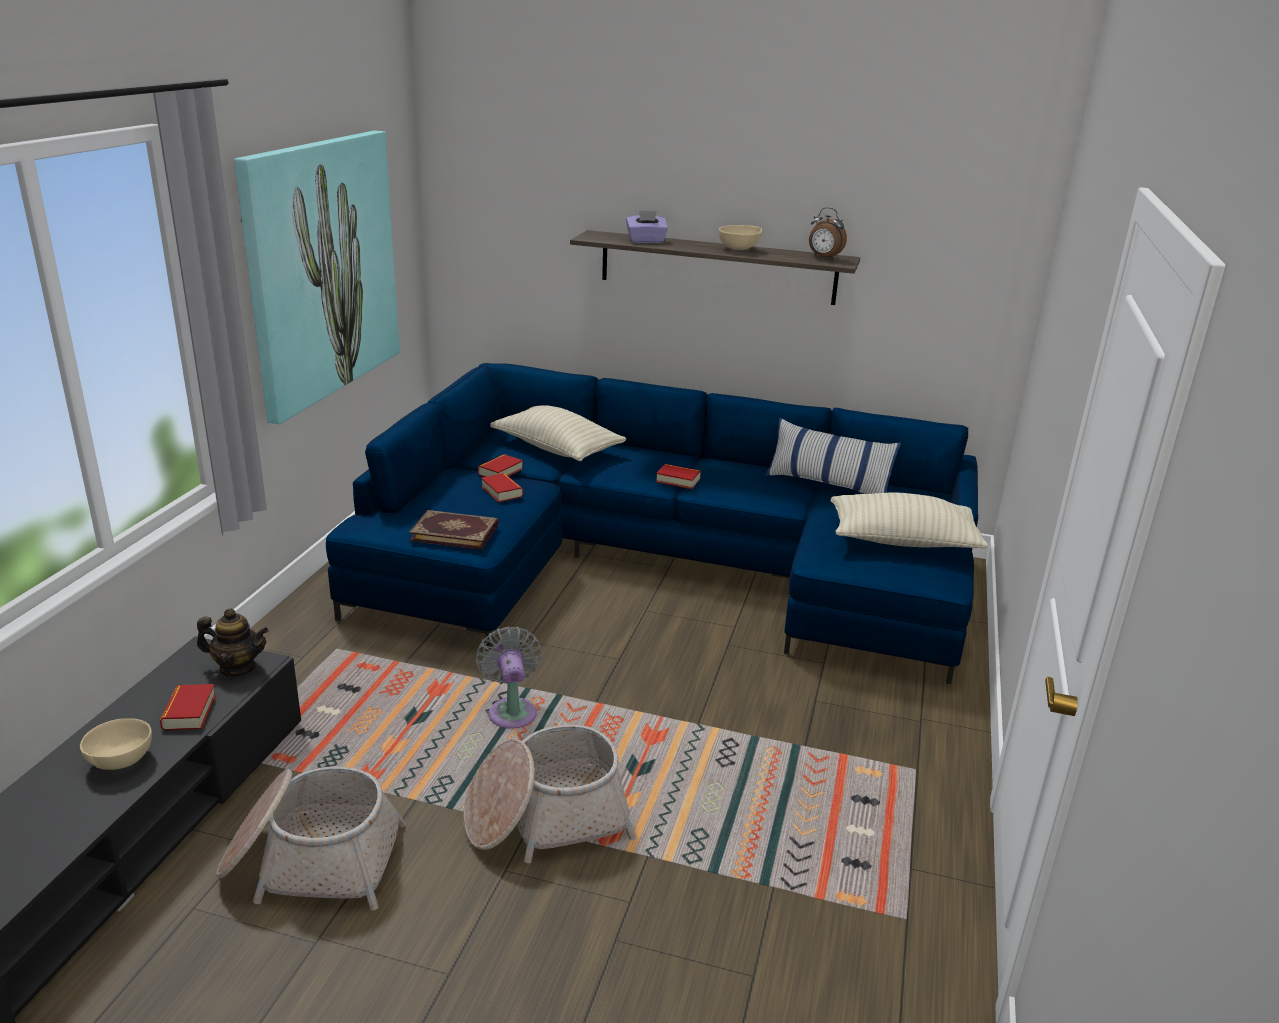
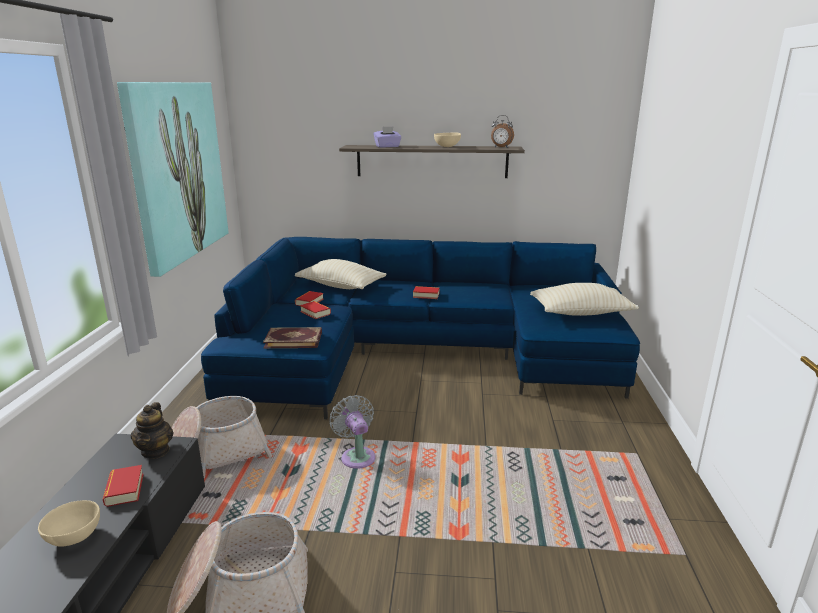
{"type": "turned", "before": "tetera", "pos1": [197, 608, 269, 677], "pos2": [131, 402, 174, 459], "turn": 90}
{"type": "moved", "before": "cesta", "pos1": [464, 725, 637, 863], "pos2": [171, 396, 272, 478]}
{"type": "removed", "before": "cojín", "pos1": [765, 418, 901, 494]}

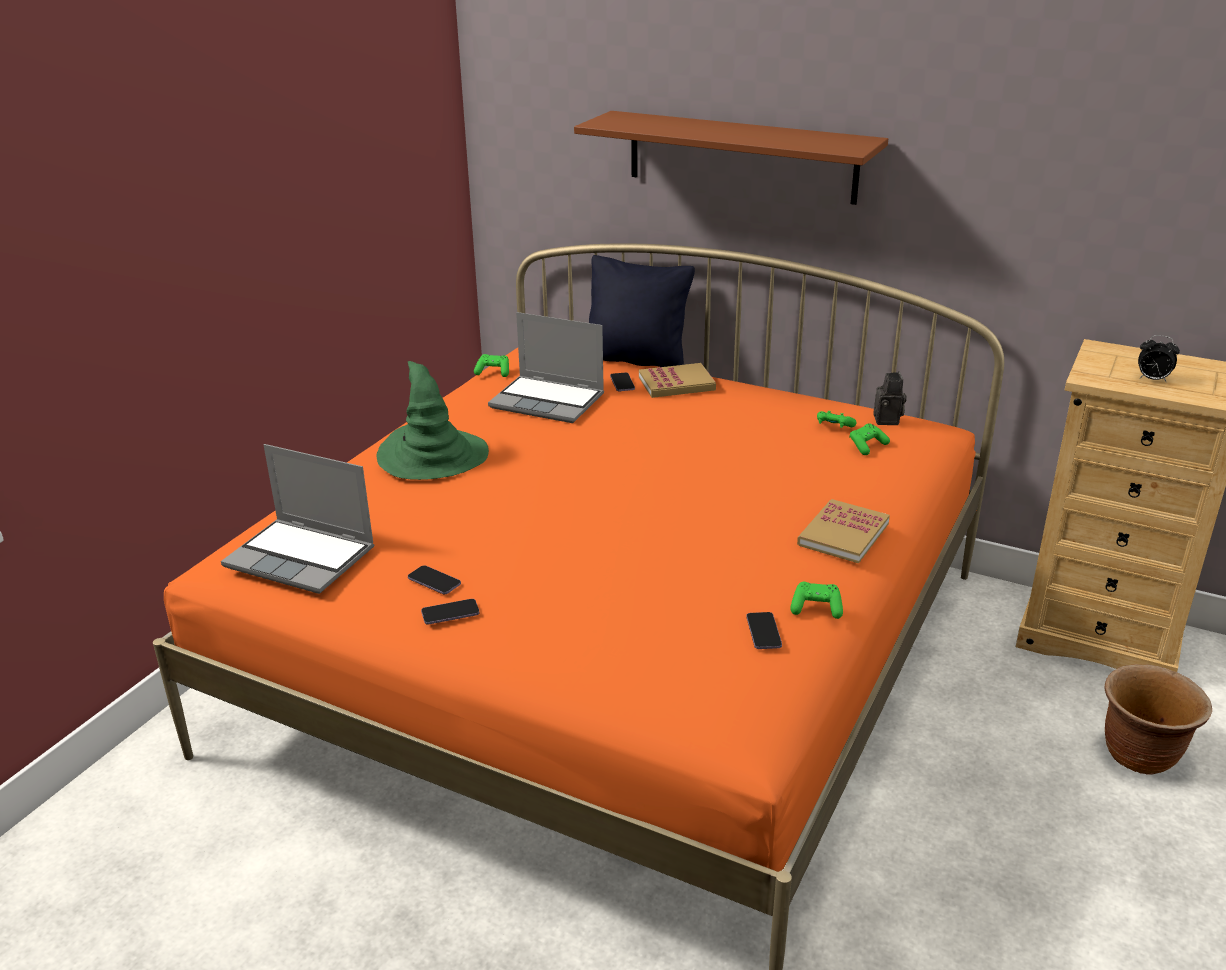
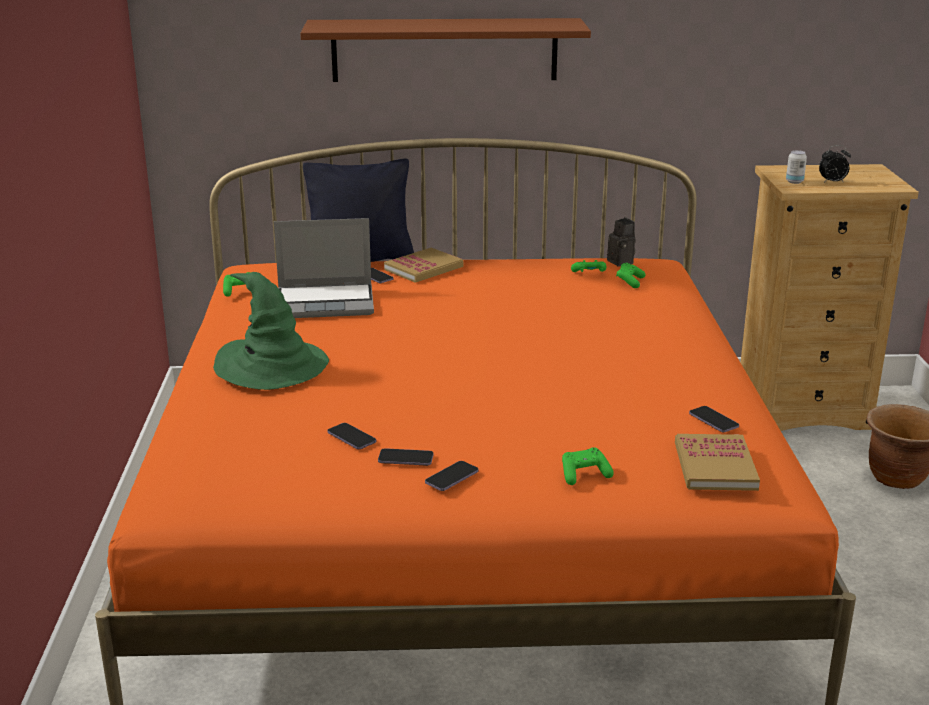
{"type": "added", "after": "móvil", "pos2": [327, 423, 376, 449]}
{"type": "moved", "before": "mando de consola [verde]", "pos1": [790, 582, 843, 619], "pos2": [562, 447, 614, 485]}
{"type": "moved", "before": "libro", "pos1": [797, 499, 890, 564], "pos2": [675, 434, 760, 491]}
{"type": "added", "after": "lata", "pos2": [786, 150, 807, 184]}
{"type": "removed", "before": "portátil", "pos1": [221, 444, 374, 594]}

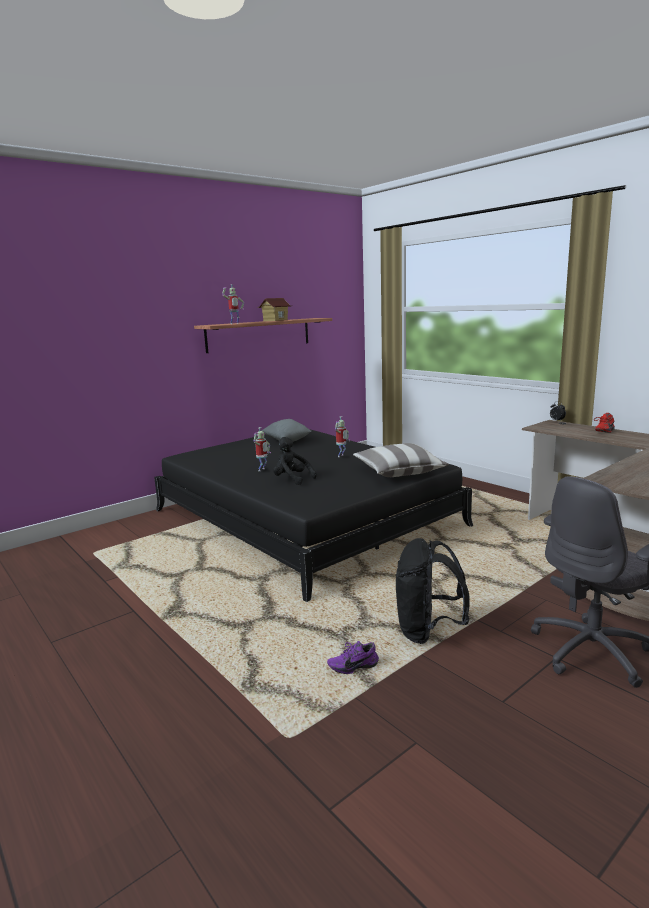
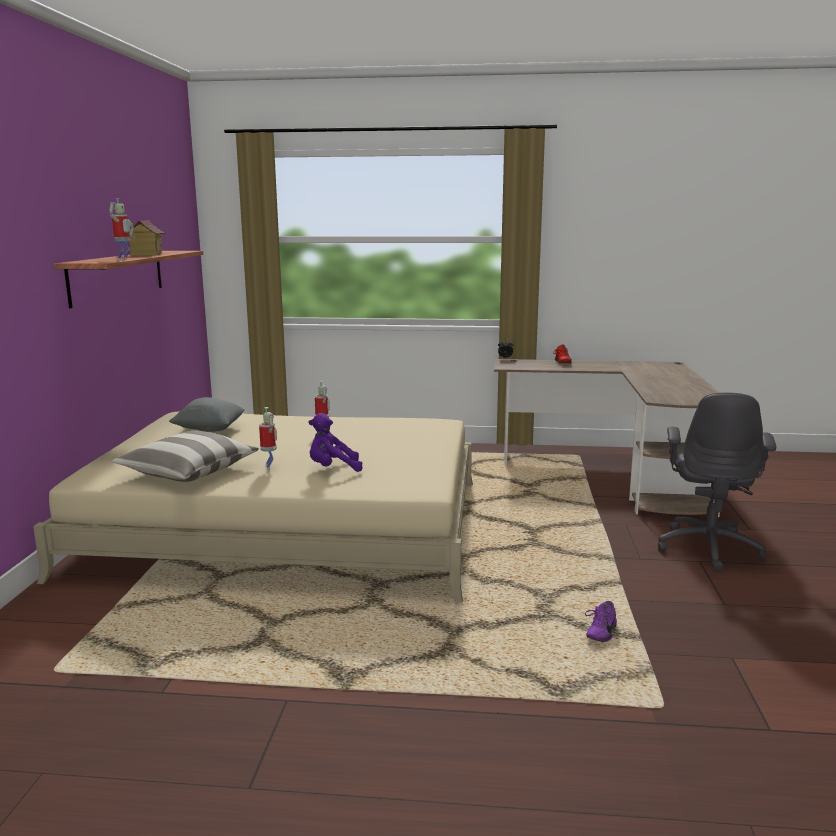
{"type": "recoloured", "before": "cama [negro]", "after": "cama [beis]", "pos1": [154, 429, 474, 602], "pos2": [33, 412, 473, 603]}
{"type": "moved", "before": "cojín", "pos1": [353, 443, 449, 477], "pos2": [112, 431, 259, 482]}
{"type": "recoloured", "before": "peluche [negro]", "after": "peluche [morado]", "pos1": [273, 437, 317, 485], "pos2": [309, 413, 363, 472]}
{"type": "removed", "before": "mochila [negro]", "pos1": [396, 538, 469, 644]}

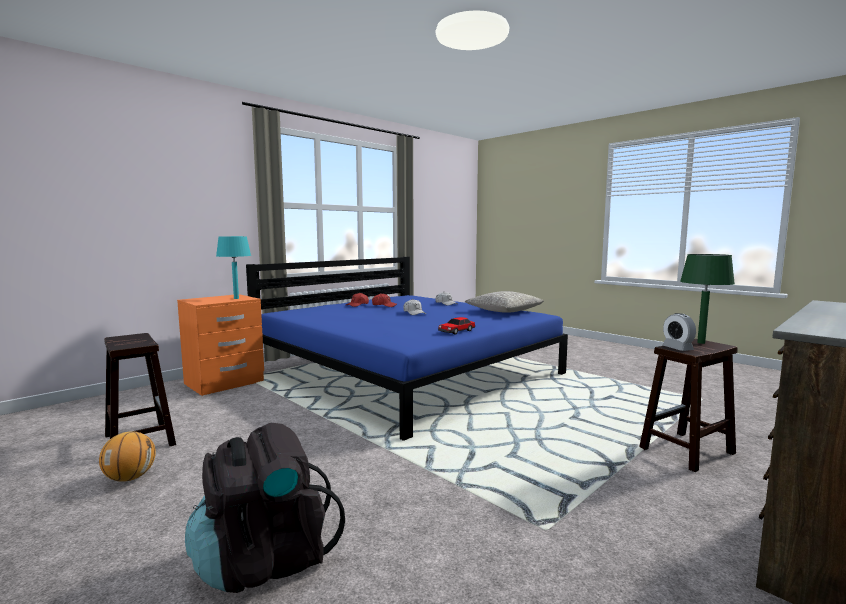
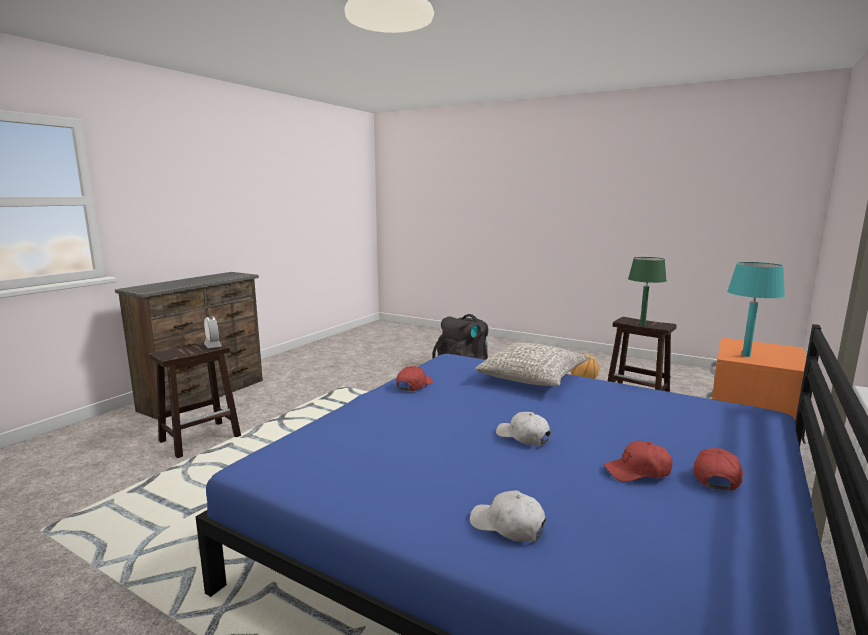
{"type": "replaced", "before": "coche de juguete", "after": "gorra [rojo]", "pos1": [438, 317, 475, 335], "pos2": [397, 366, 433, 391]}
{"type": "moved", "before": "cojín [gris]", "pos1": [465, 291, 544, 313], "pos2": [475, 342, 589, 386]}
{"type": "moved", "before": "lámpara de mesa [verde]", "pos1": [680, 254, 735, 344], "pos2": [628, 257, 667, 326]}

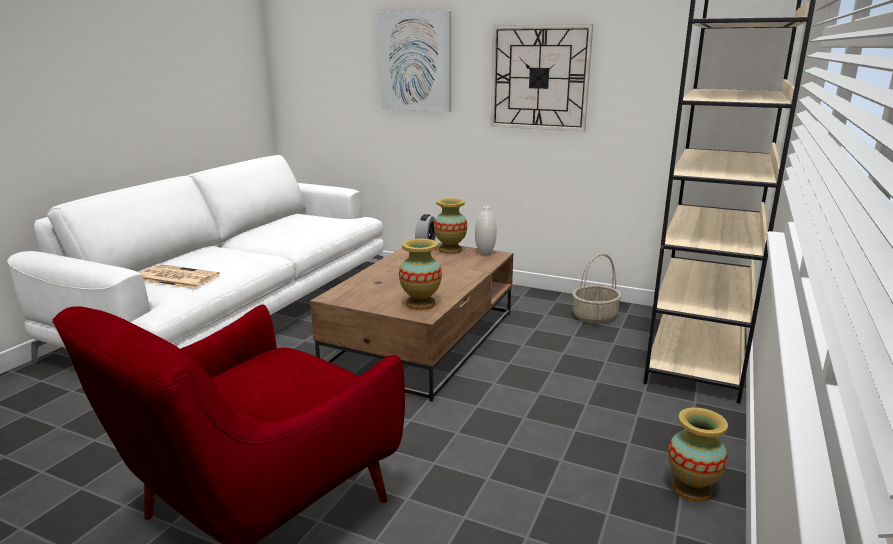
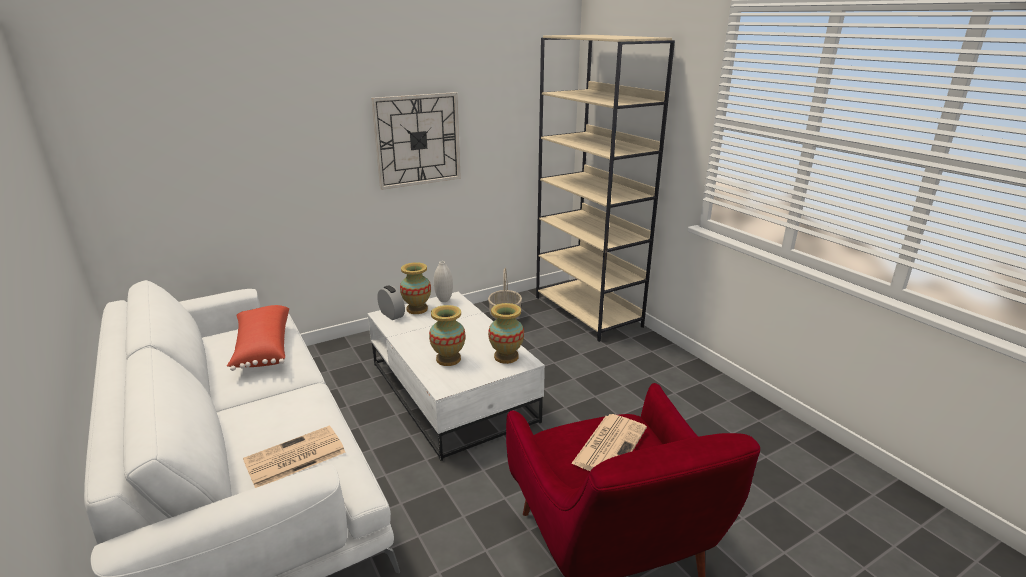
{"type": "added", "after": "cojín [rojo]", "pos2": [227, 305, 289, 371]}
{"type": "recoloured", "before": "mesa de centro [marrón]", "after": "mesa de centro [blanco]", "pos1": [310, 243, 513, 402], "pos2": [368, 292, 545, 461]}
{"type": "moved", "before": "florero", "pos1": [668, 407, 728, 502], "pos2": [429, 305, 465, 366]}
{"type": "added", "after": "periódico", "pos2": [571, 414, 647, 471]}
{"type": "removed", "before": "cuadro", "pos1": [378, 11, 451, 112]}

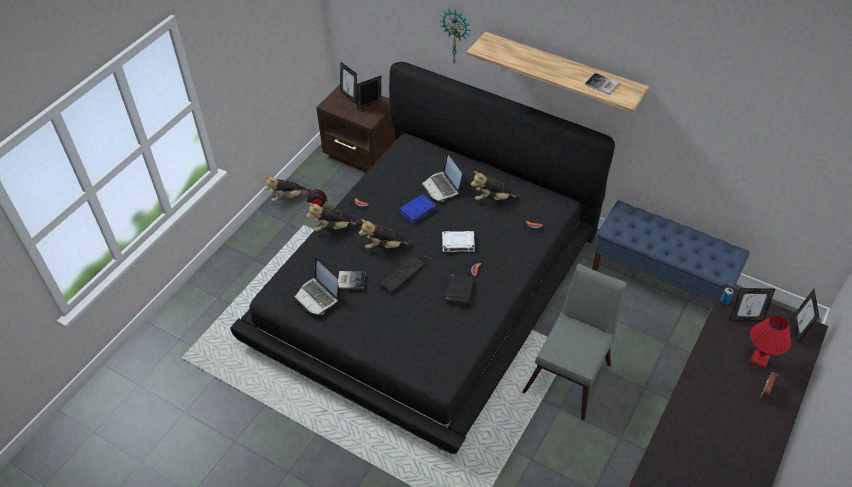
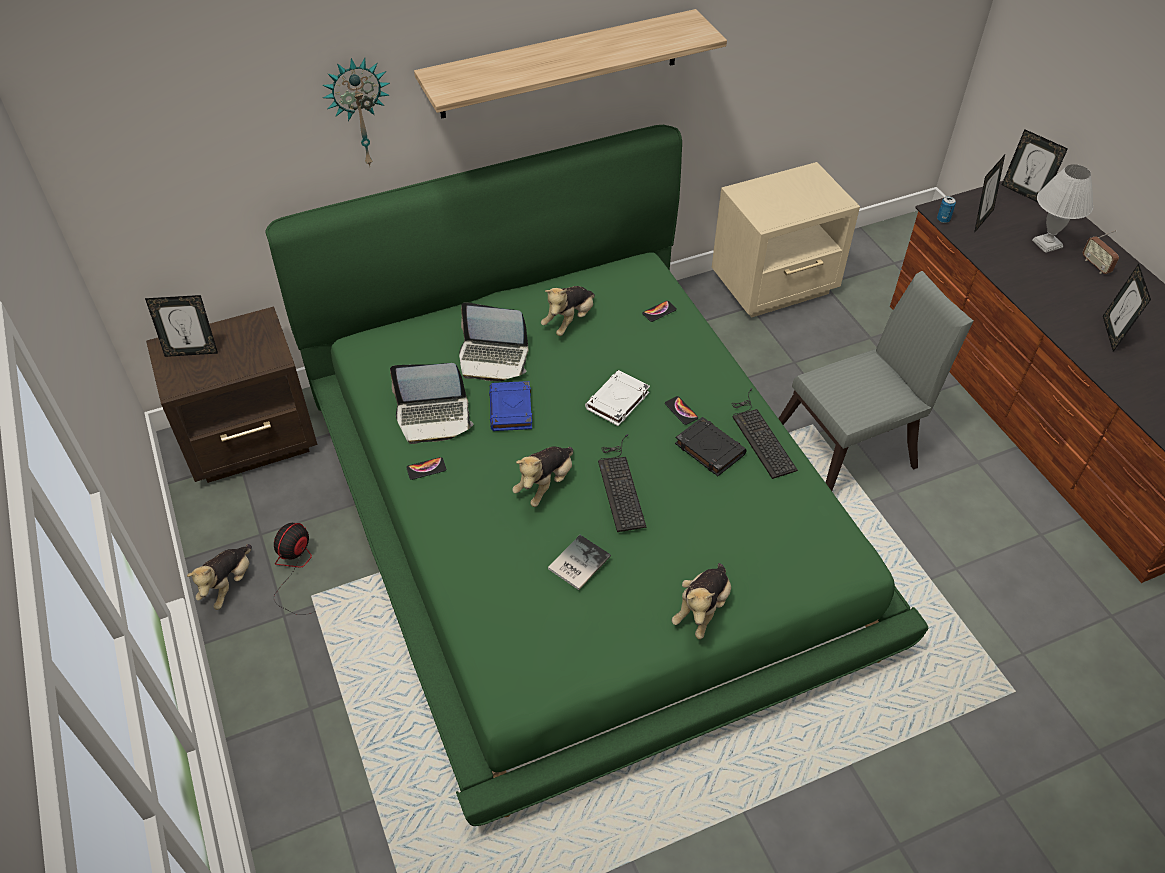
{"type": "recoloured", "before": "cama [negro]", "after": "cama [verde]", "pos1": [230, 62, 615, 454], "pos2": [265, 125, 928, 826]}
{"type": "moved", "before": "portátil", "pos1": [294, 258, 339, 315], "pos2": [390, 363, 474, 444]}
{"type": "moved", "before": "peluche", "pos1": [307, 203, 361, 231], "pos2": [672, 563, 731, 639]}
{"type": "replaced", "before": "banco [azul]", "after": "mesita de noche [beis]", "pos1": [592, 200, 750, 302], "pos2": [712, 162, 860, 318]}
{"type": "added", "after": "teclado", "pos2": [732, 388, 798, 479]}
{"type": "turned", "before": "silla [gris]", "pos1": [522, 263, 627, 421], "pos2": [778, 271, 974, 491], "turn": 90}
{"type": "recoloured", "before": "lámpara de mesa [rojo]", "after": "lámpara de mesa [blanco]", "pos1": [750, 316, 791, 368], "pos2": [1032, 164, 1093, 253]}
{"type": "moved", "before": "portarretratos", "pos1": [357, 76, 381, 110], "pos2": [1103, 264, 1151, 352]}
{"type": "removed", "before": "libro", "pos1": [585, 73, 619, 95]}

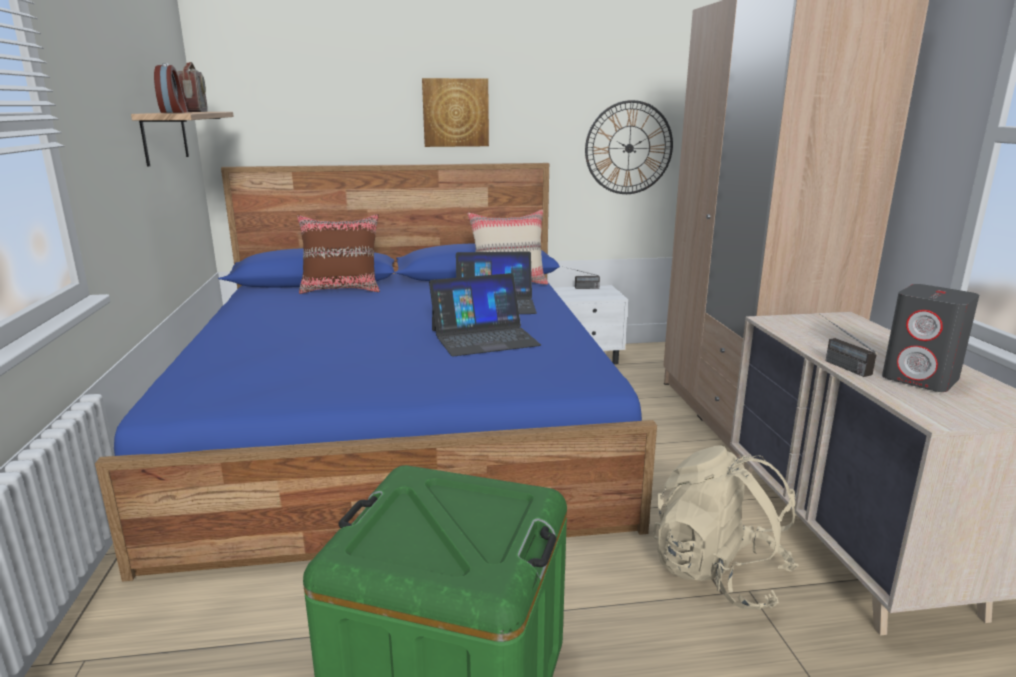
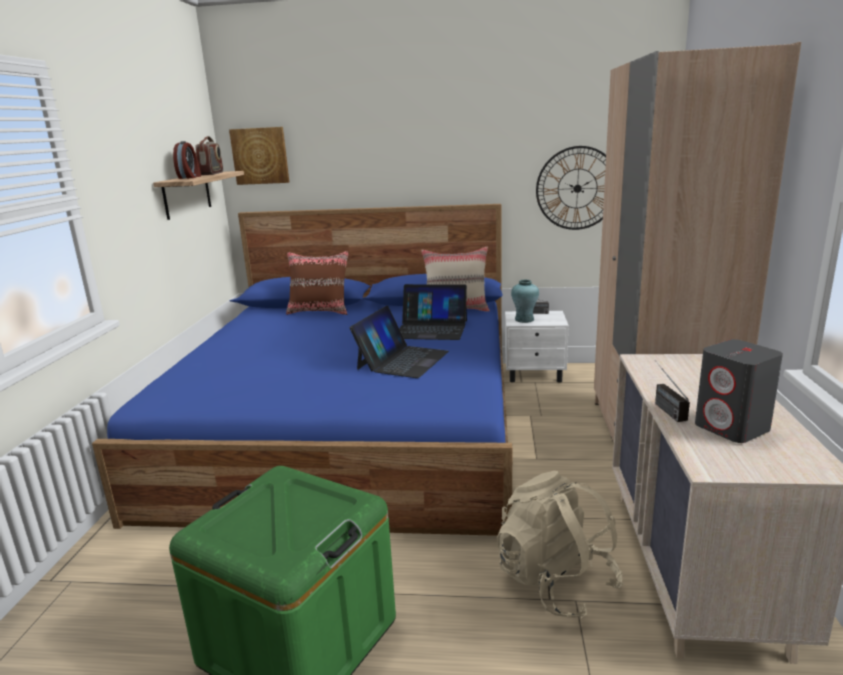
{"type": "moved", "before": "cuadro", "pos1": [422, 78, 489, 147], "pos2": [229, 127, 289, 185]}
{"type": "turned", "before": "portátil", "pos1": [429, 273, 541, 356], "pos2": [350, 306, 449, 378], "turn": -60}
{"type": "added", "after": "florero [turquesa]", "pos2": [511, 280, 539, 323]}

